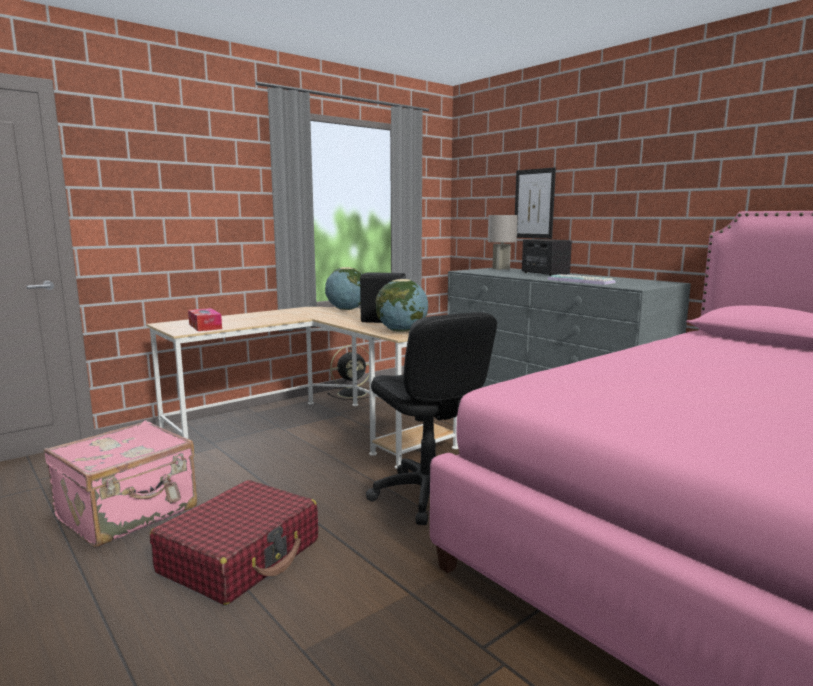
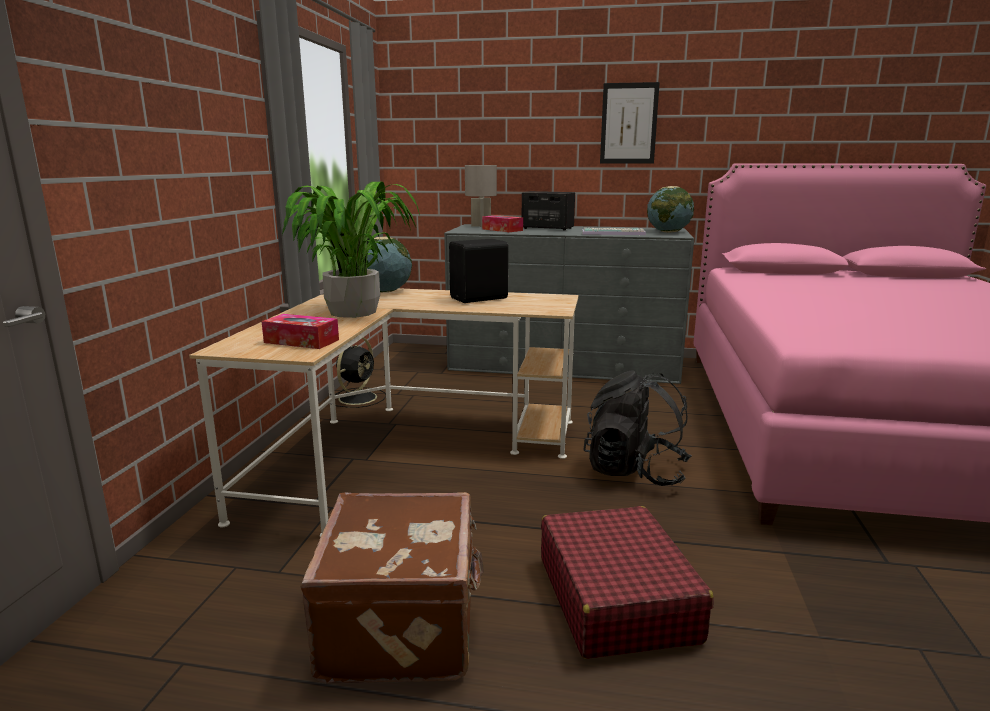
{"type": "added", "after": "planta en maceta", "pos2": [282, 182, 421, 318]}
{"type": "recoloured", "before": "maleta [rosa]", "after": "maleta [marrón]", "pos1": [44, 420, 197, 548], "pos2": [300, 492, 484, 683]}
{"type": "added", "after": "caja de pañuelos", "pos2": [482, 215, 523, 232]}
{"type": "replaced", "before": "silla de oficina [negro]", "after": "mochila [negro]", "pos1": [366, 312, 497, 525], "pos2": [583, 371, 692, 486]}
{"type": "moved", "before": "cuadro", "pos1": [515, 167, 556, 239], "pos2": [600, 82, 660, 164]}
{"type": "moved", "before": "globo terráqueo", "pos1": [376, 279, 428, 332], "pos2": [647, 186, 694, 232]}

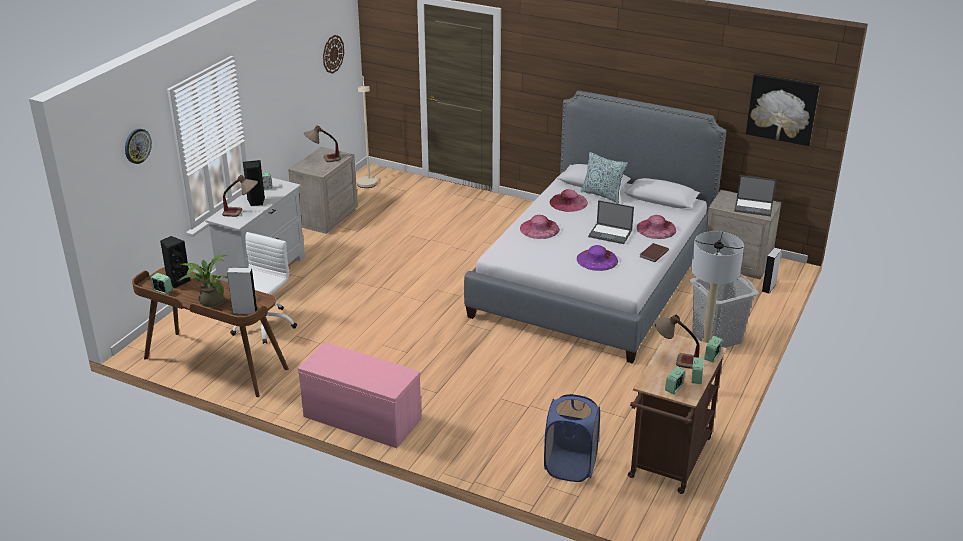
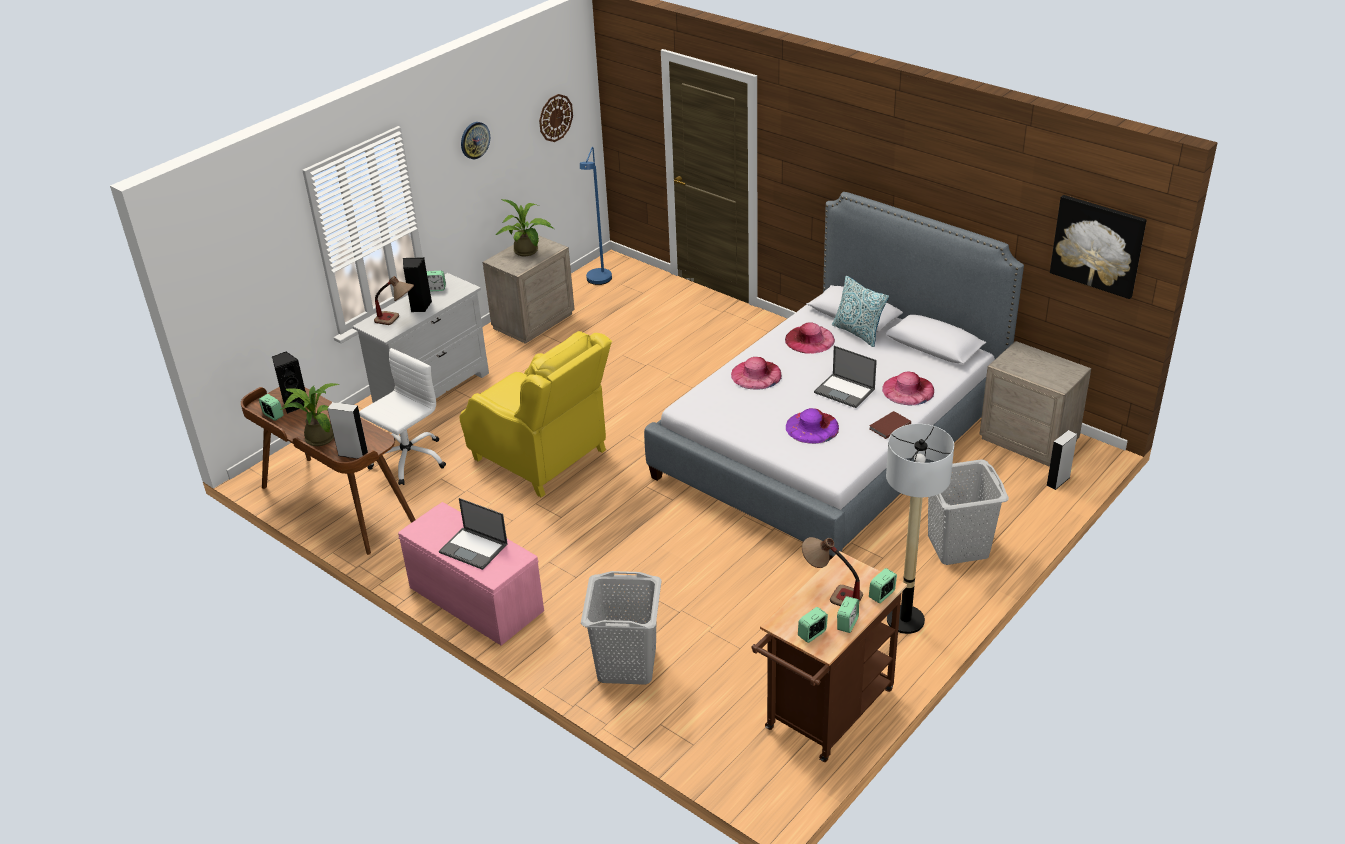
{"type": "moved", "before": "portátil", "pos1": [734, 175, 776, 216], "pos2": [439, 498, 508, 570]}
{"type": "added", "after": "sillón [amarillo]", "pos2": [460, 331, 612, 498]}
{"type": "moved", "before": "reloj de pared", "pos1": [125, 129, 152, 164], "pos2": [461, 122, 490, 159]}
{"type": "replaced", "before": "lámpara de mesa", "after": "planta en maceta", "pos1": [304, 125, 341, 162], "pos2": [495, 199, 554, 256]}
{"type": "recoloured", "before": "lámpara de pie [beis]", "after": "lámpara de pie [azul]", "pos1": [357, 76, 377, 188], "pos2": [580, 147, 612, 285]}
{"type": "added", "after": "cesto de la ropa [gris]", "pos2": [581, 571, 662, 685]}
{"type": "removed", "before": "cesto de la ropa [azul]", "pos1": [544, 394, 600, 482]}

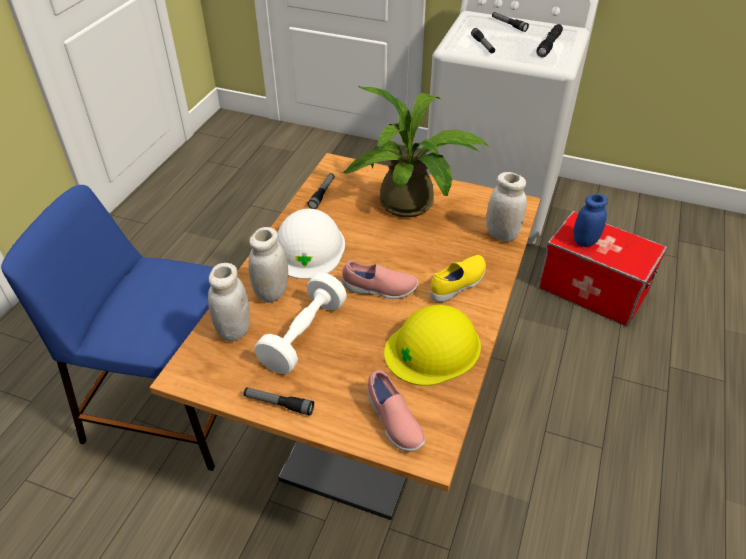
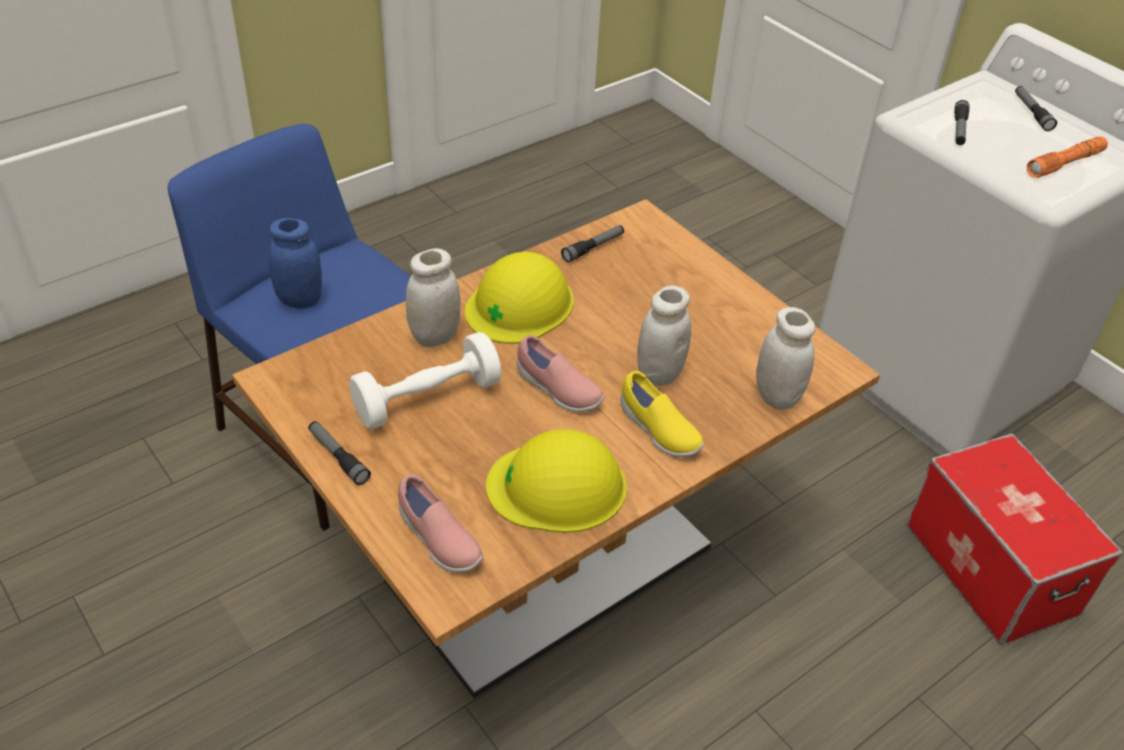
{"type": "moved", "before": "tarro [azul]", "pos1": [574, 194, 608, 247], "pos2": [269, 218, 322, 309]}
{"type": "turned", "before": "zapato [rosa]", "pos1": [368, 370, 425, 452], "pos2": [398, 475, 483, 573], "turn": -45}
{"type": "recoloured", "before": "casco [blanco]", "after": "casco [amarillo]", "pos1": [277, 209, 345, 279], "pos2": [465, 252, 574, 344]}
{"type": "turned", "before": "zapato [amarillo]", "pos1": [430, 255, 486, 302], "pos2": [620, 371, 704, 457], "turn": 60}
{"type": "moved", "before": "tarro [blanco]", "pos1": [208, 263, 250, 341], "pos2": [637, 285, 691, 386]}
{"type": "recoloured", "before": "linterna [negro]", "after": "linterna [naranja]", "pos1": [536, 24, 563, 57], "pos2": [1027, 136, 1108, 178]}
{"type": "removed", "before": "planta en maceta", "pos1": [343, 86, 488, 217]}

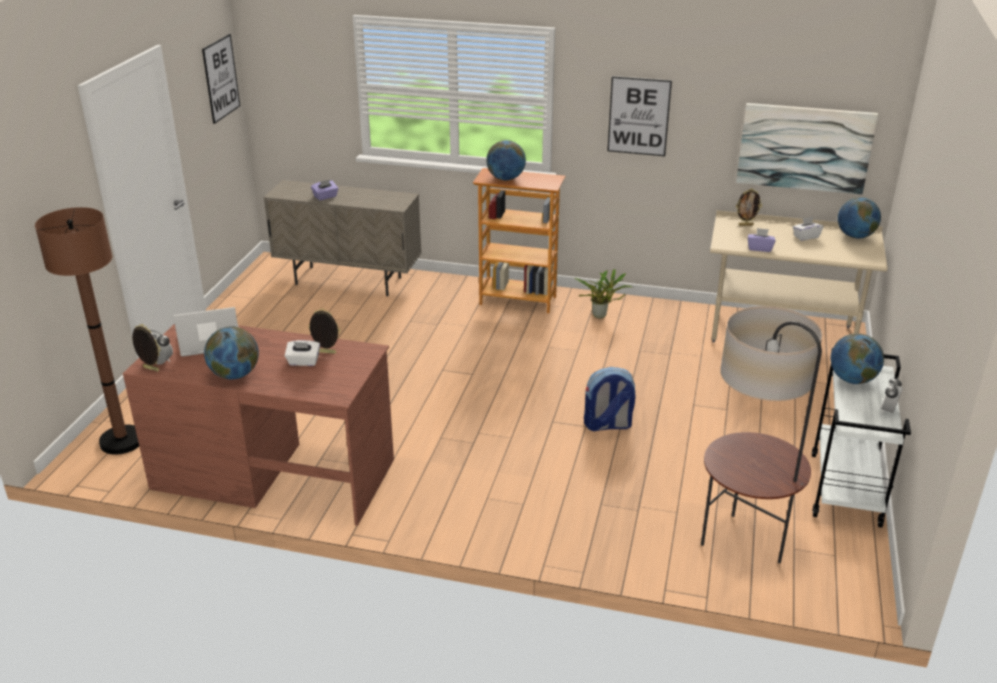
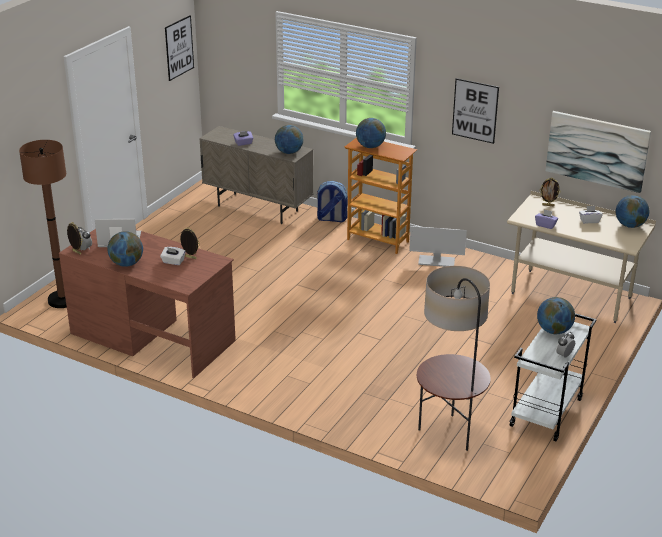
{"type": "added", "after": "globo terráqueo", "pos2": [275, 125, 303, 154]}
{"type": "moved", "before": "mochila", "pos1": [584, 367, 635, 431], "pos2": [316, 181, 348, 222]}
{"type": "replaced", "before": "planta en maceta", "after": "monitor", "pos1": [575, 269, 634, 318], "pos2": [409, 226, 467, 267]}

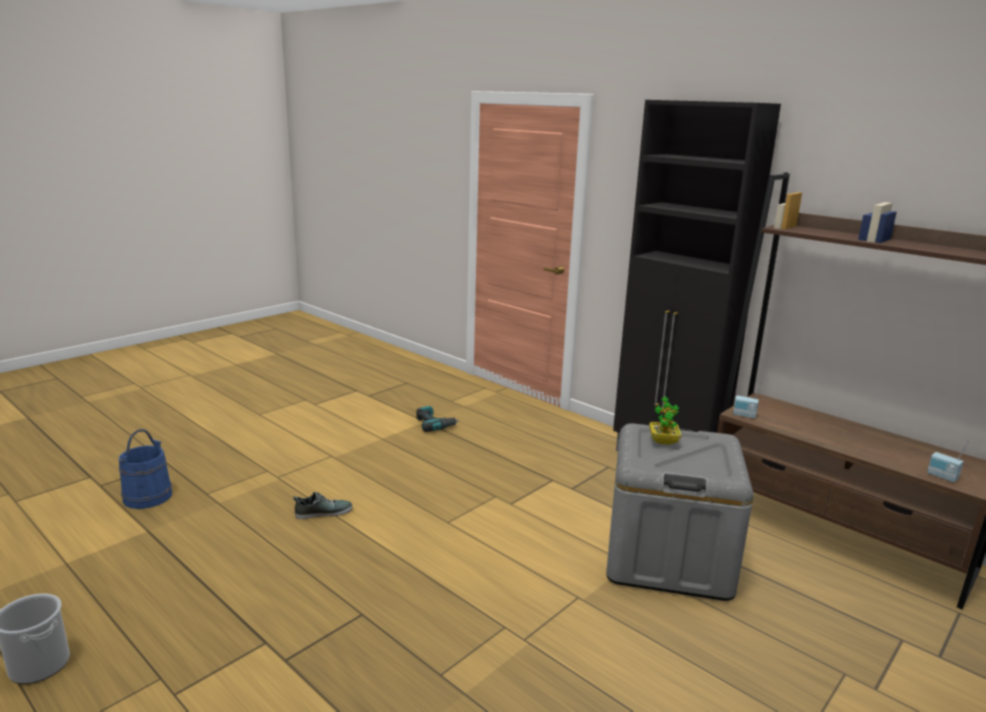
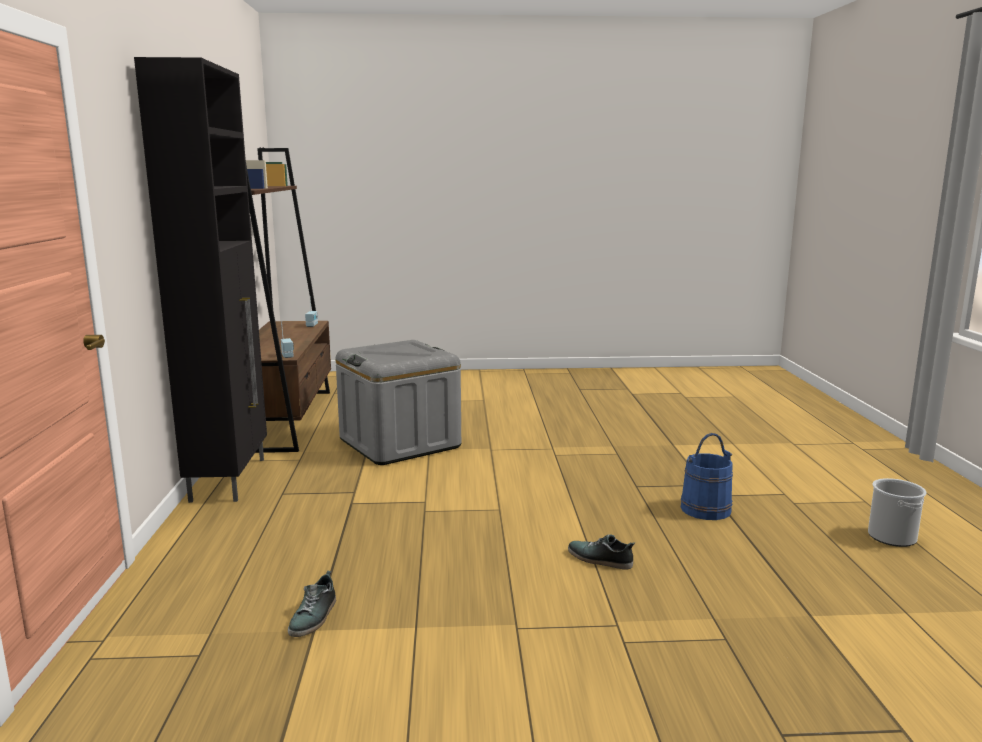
{"type": "replaced", "before": "taladro", "after": "zapato", "pos1": [417, 406, 459, 432], "pos2": [288, 571, 336, 637]}
{"type": "moved", "before": "cubo [azul]", "pos1": [119, 429, 172, 509], "pos2": [681, 433, 733, 520]}
{"type": "removed", "before": "planta en maceta", "pos1": [649, 396, 681, 445]}

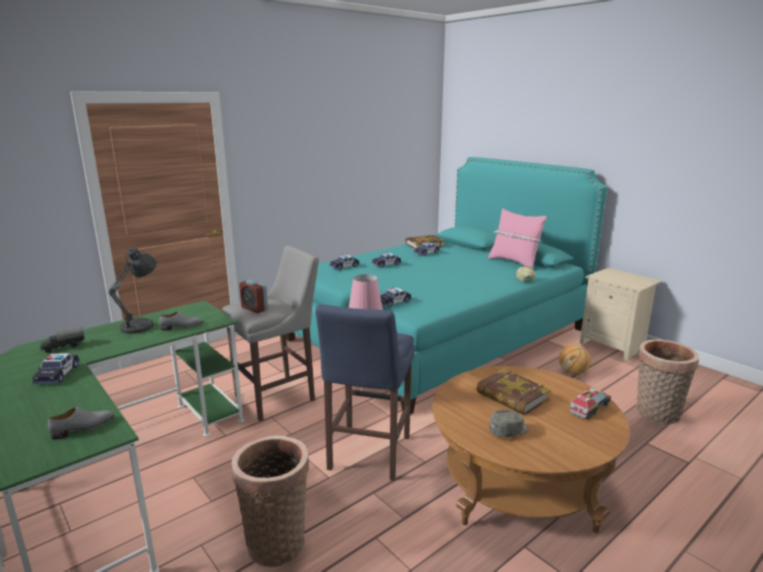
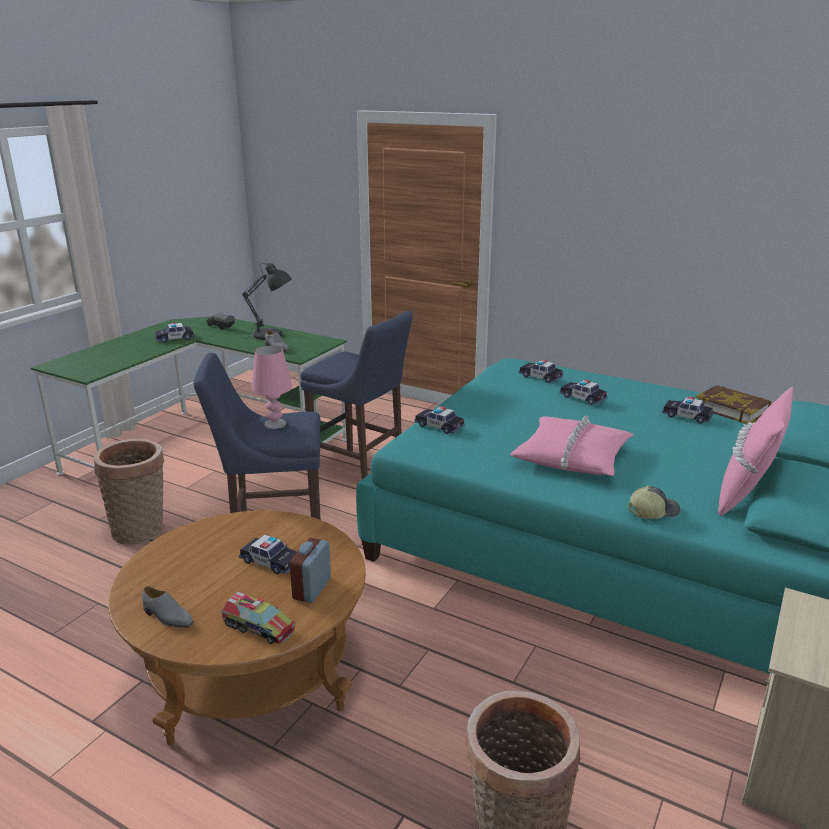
{"type": "moved", "before": "zapato [gris]", "pos1": [48, 407, 114, 439], "pos2": [142, 586, 193, 628]}
{"type": "replaced", "before": "libro", "after": "coche de juguete", "pos1": [476, 369, 551, 415], "pos2": [239, 535, 297, 574]}
{"type": "moved", "before": "despertador", "pos1": [239, 280, 268, 313], "pos2": [290, 538, 331, 603]}
{"type": "recoloured", "before": "taburete [gris]", "after": "taburete [azul]", "pos1": [222, 245, 319, 421], "pos2": [300, 311, 413, 479]}
{"type": "added", "after": "cojín [rosa]", "pos2": [510, 416, 634, 476]}
{"type": "removed", "before": "gorra [gris]", "pos1": [489, 410, 529, 438]}
{"type": "removed", "before": "balón de baloncesto", "pos1": [559, 345, 591, 375]}

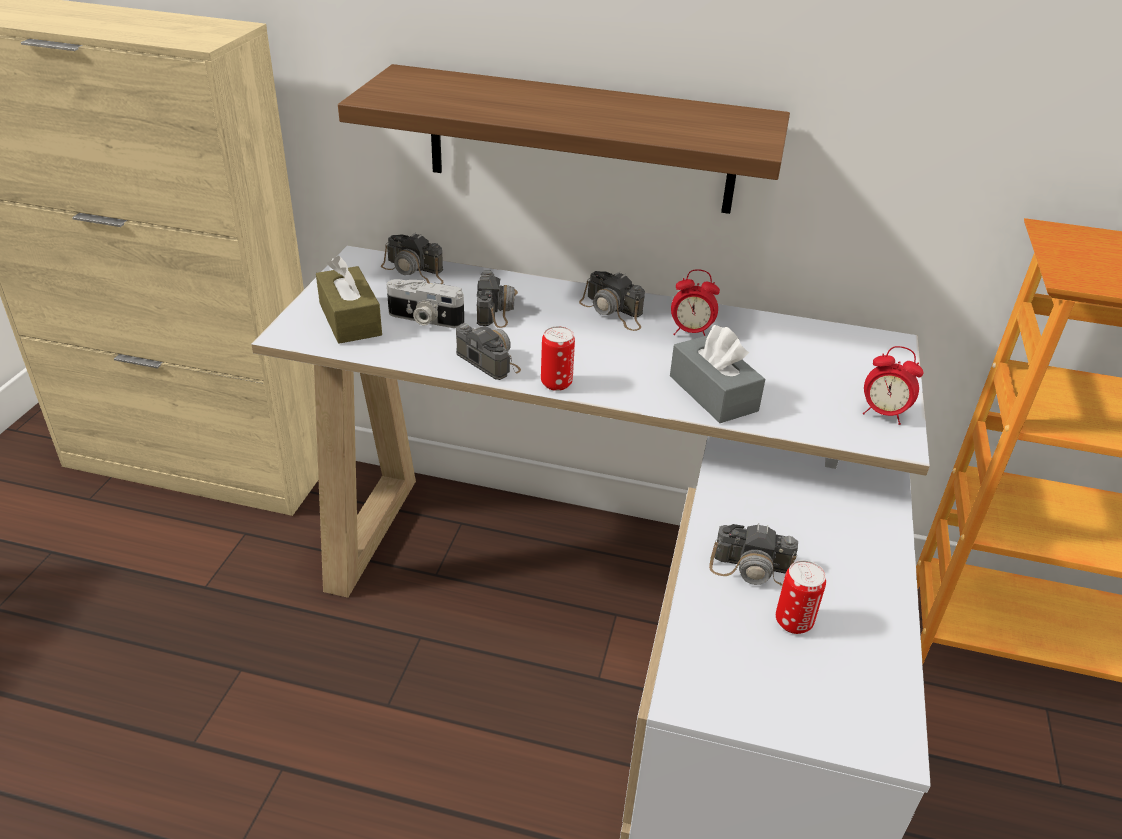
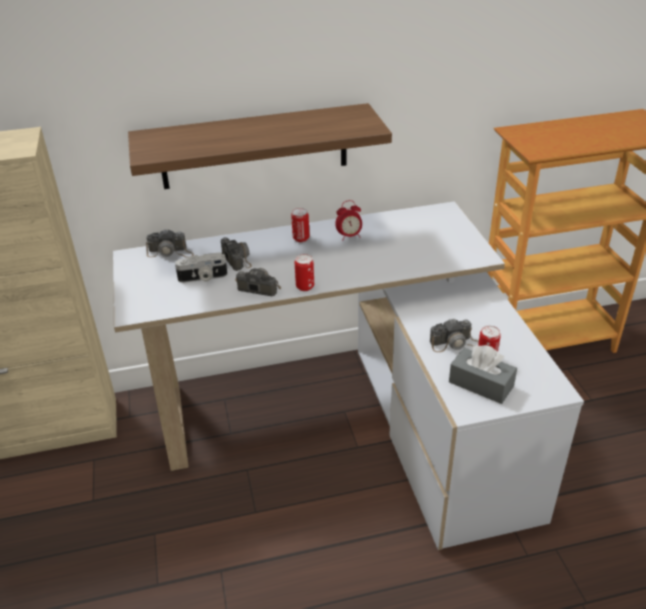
{"type": "replaced", "before": "cámara", "after": "lata", "pos1": [579, 271, 645, 331], "pos2": [291, 208, 309, 242]}
{"type": "moved", "before": "caja de pañuelos [gris]", "pos1": [670, 325, 765, 423], "pos2": [449, 345, 517, 404]}
{"type": "removed", "before": "caja de pañuelos [marrón]", "pos1": [316, 256, 382, 344]}
{"type": "removed", "before": "despertador", "pos1": [863, 346, 923, 425]}

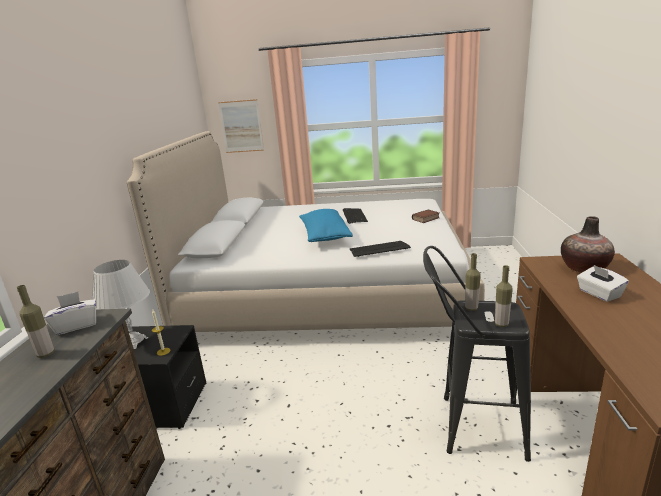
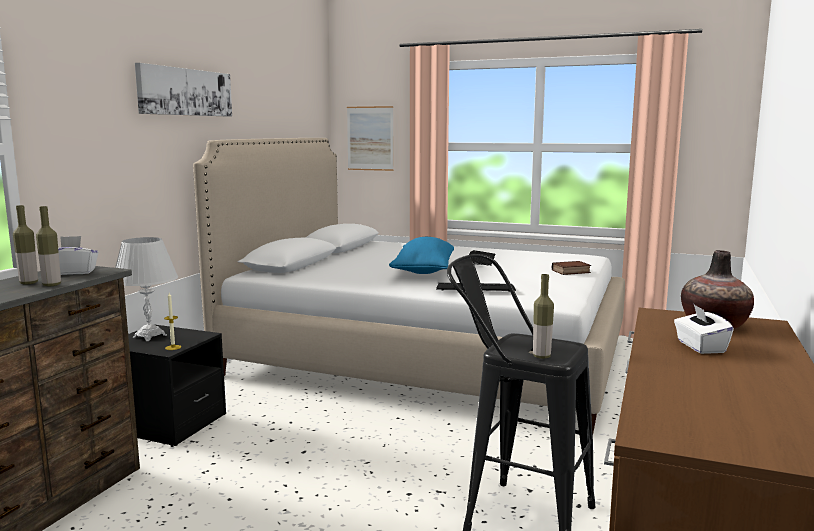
{"type": "moved", "before": "botella", "pos1": [465, 253, 481, 311], "pos2": [36, 206, 61, 286]}
{"type": "added", "after": "cuadro", "pos2": [135, 63, 232, 117]}

